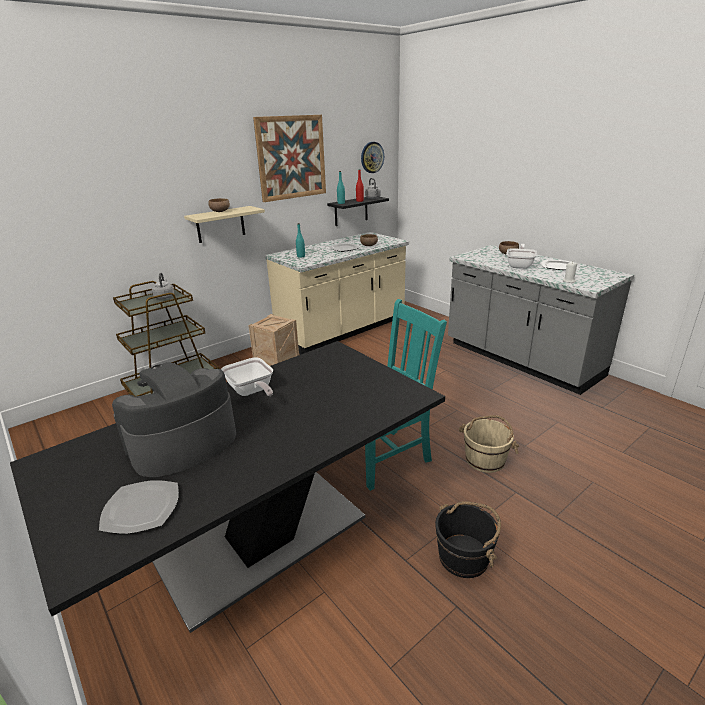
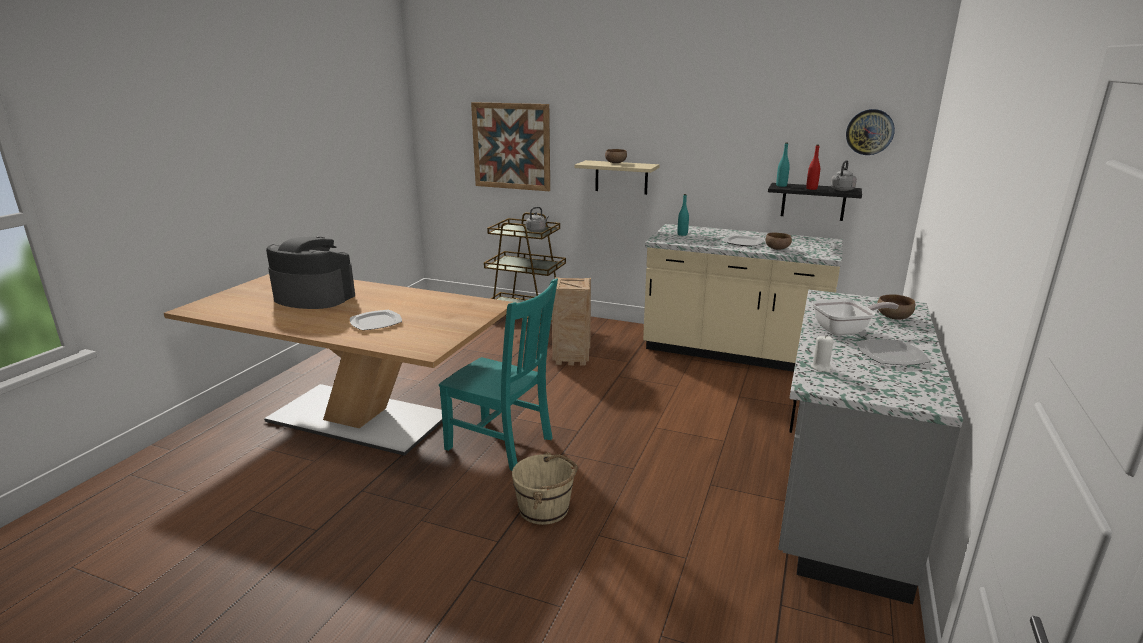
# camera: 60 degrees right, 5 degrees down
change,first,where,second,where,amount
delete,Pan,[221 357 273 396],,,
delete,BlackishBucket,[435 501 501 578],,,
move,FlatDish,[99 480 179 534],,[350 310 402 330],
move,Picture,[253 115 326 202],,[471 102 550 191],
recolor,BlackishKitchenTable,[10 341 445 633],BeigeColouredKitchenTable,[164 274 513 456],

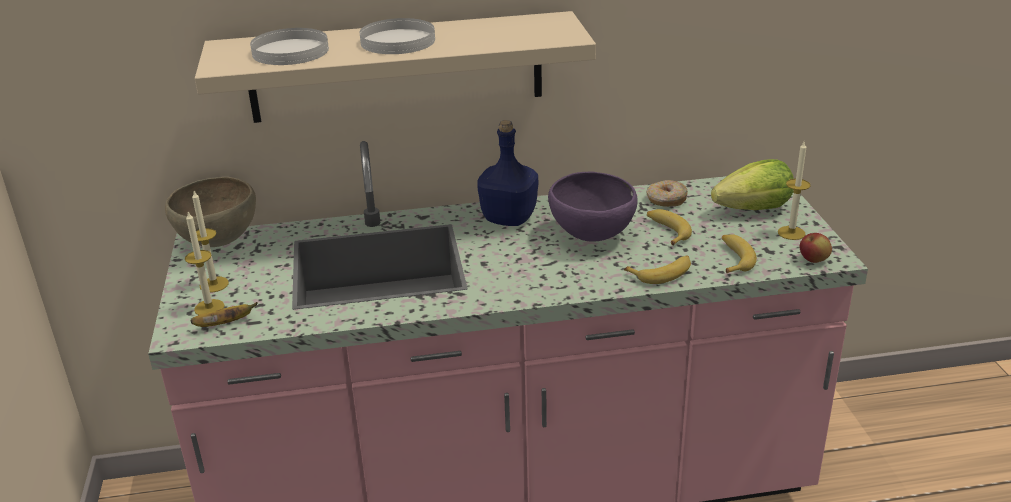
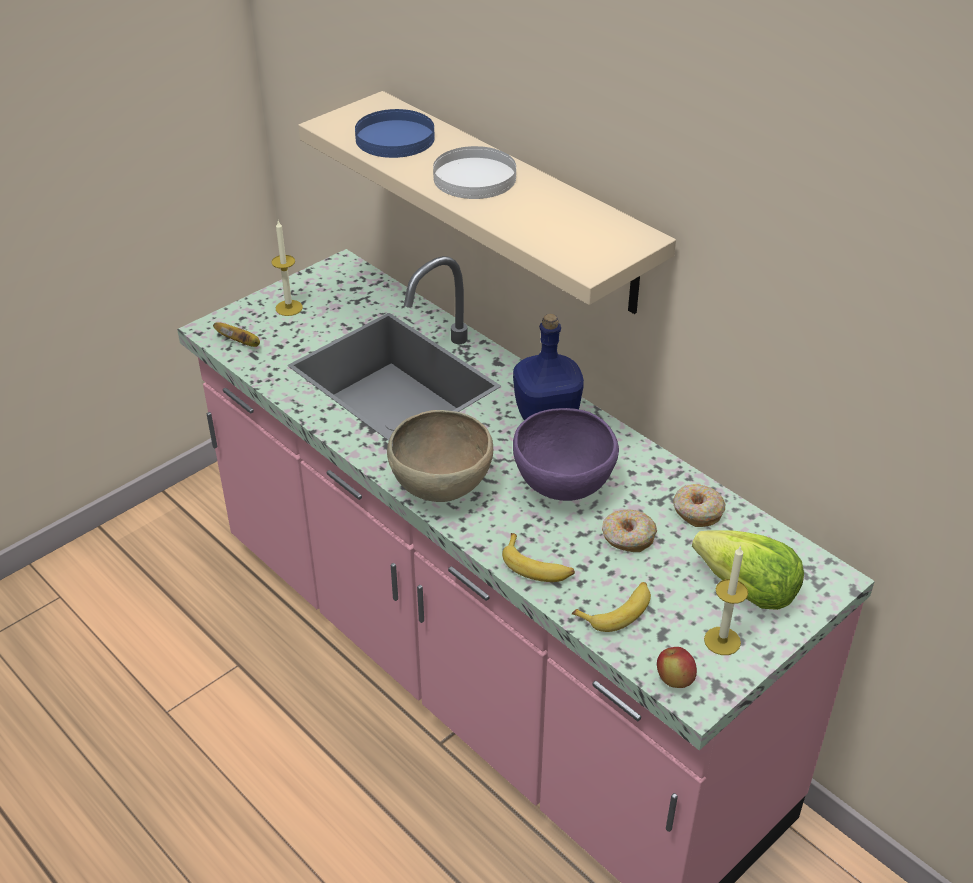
# camera: 55 degrees right, 10 degrees up
change,first,where,second,where,amount
delete,WaxCandle,[185 212 225 315],,,
move,BrownBowl,[165 177 256 247],,[387 410 493 502],
replace,WholeBanana,[647 209 692 246],Donut,[602 509 657 552],
recolor,WhiteFlatDish,[250 28 329 65],BlueFlatDish,[355 109 435 158],

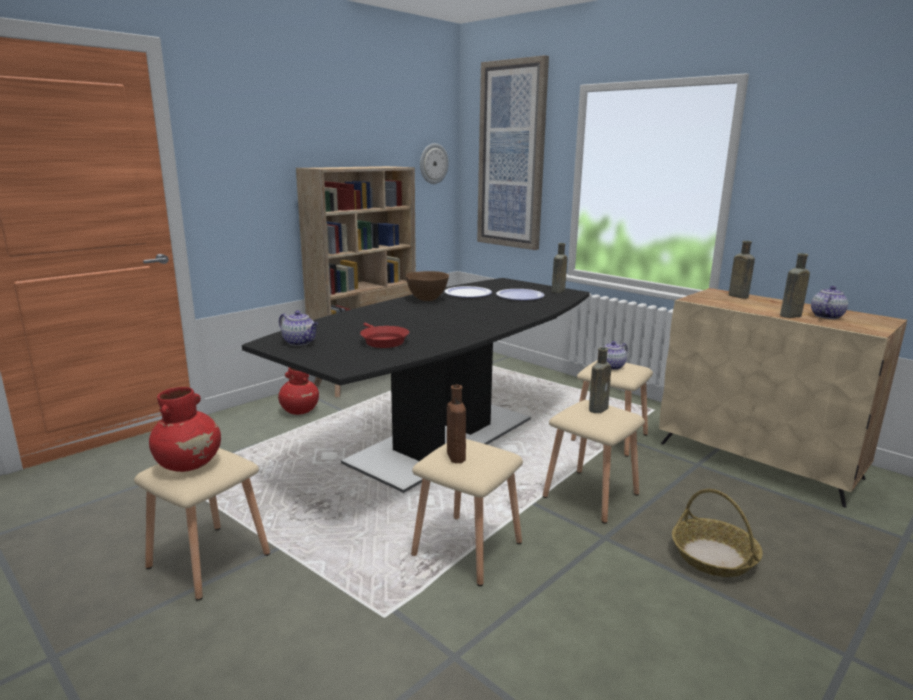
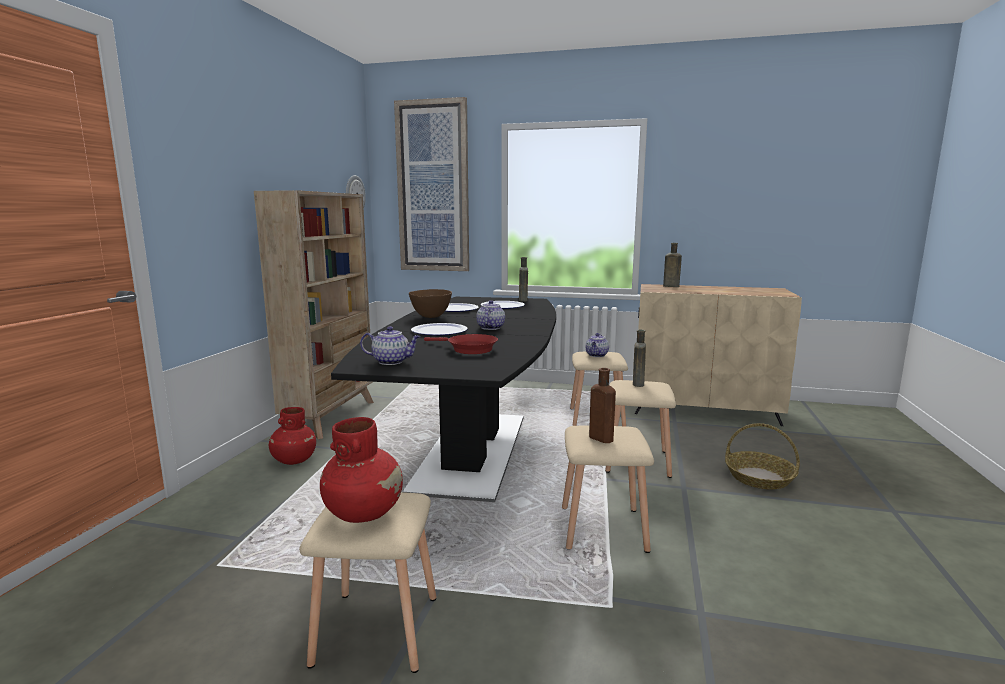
# camera: 30 degrees left, 5 degrees down
change,first,where,second,where,amount
delete,BrownBottle,[780 253 810 318],,,
insert,,,FlatDish,[411 323 467 336],
move,TeaPot,[811 286 848 319],,[476 300 505 330],

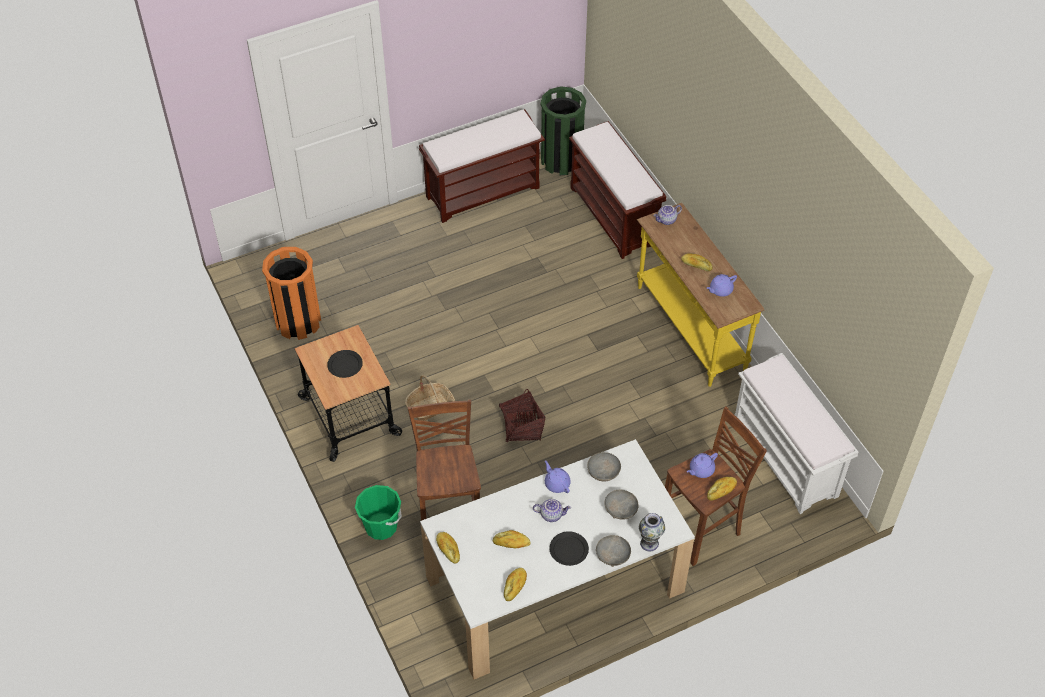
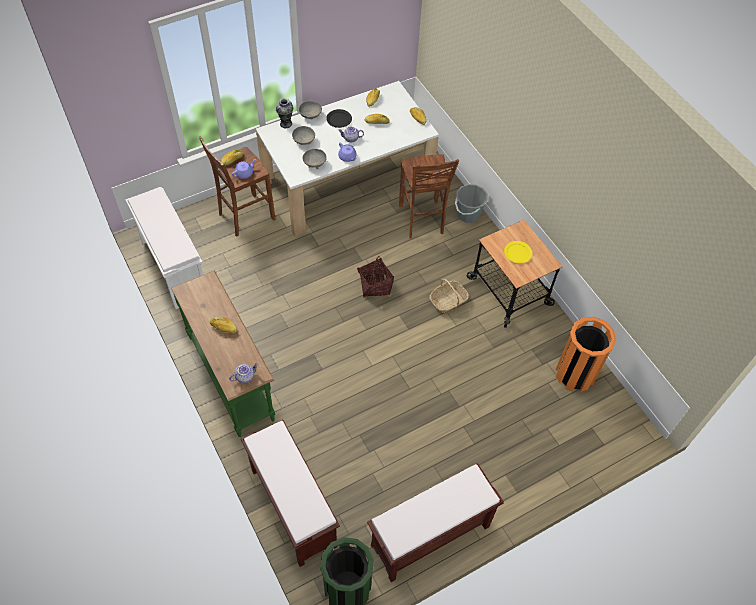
# camera: 175 degrees right, 5 degrees up
change,first,where,second,where,amount
delete,PurpleTeaPot,[706 274 737 297],,,
recolor,BlackishFlatDish,[327 350 363 378],YellowColouredFlatDish,[504 241 532 263],
recolor,GreenishBucket,[355 485 402 540],GreyishBucket,[455 184 488 223],
recolor,YellowColouredConsoleTable,[637 203 764 387],GreenishConsoleTable,[171 270 275 437],

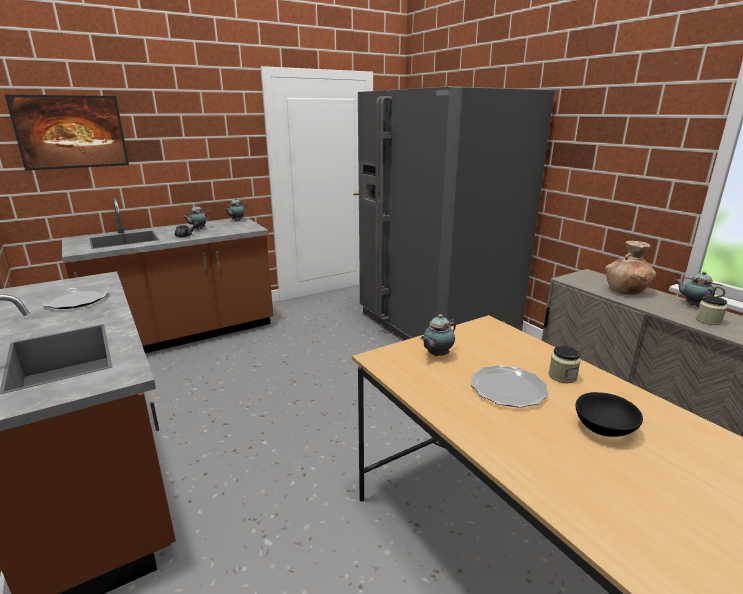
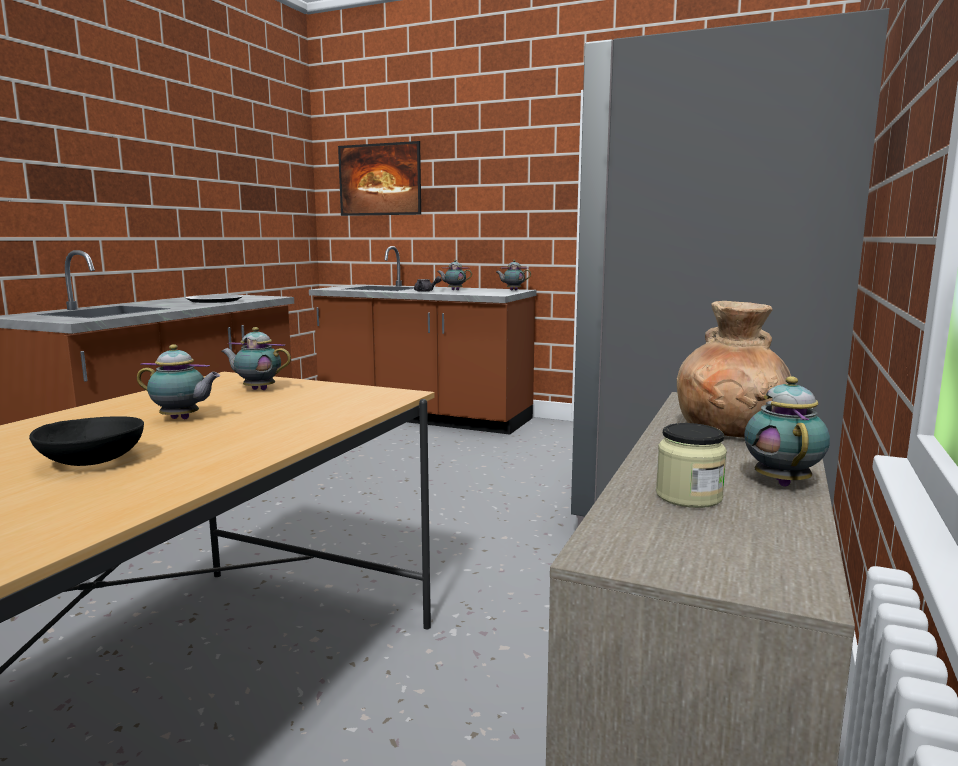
# camera: 55 degrees right, 10 degrees down
change,first,where,second,where,amount
delete,StorageJar,[548 346 581 383],,,
replace,FlatDish,[471 365 549 408],TeaPot,[137 344 220 419],

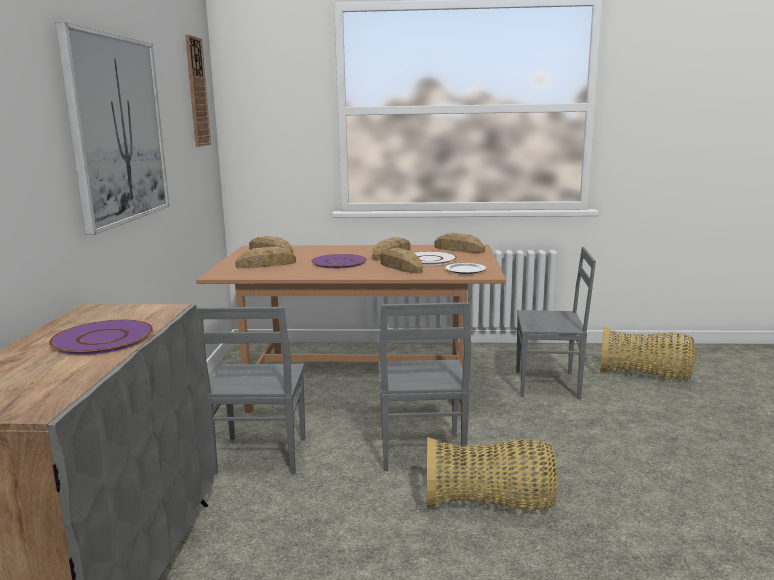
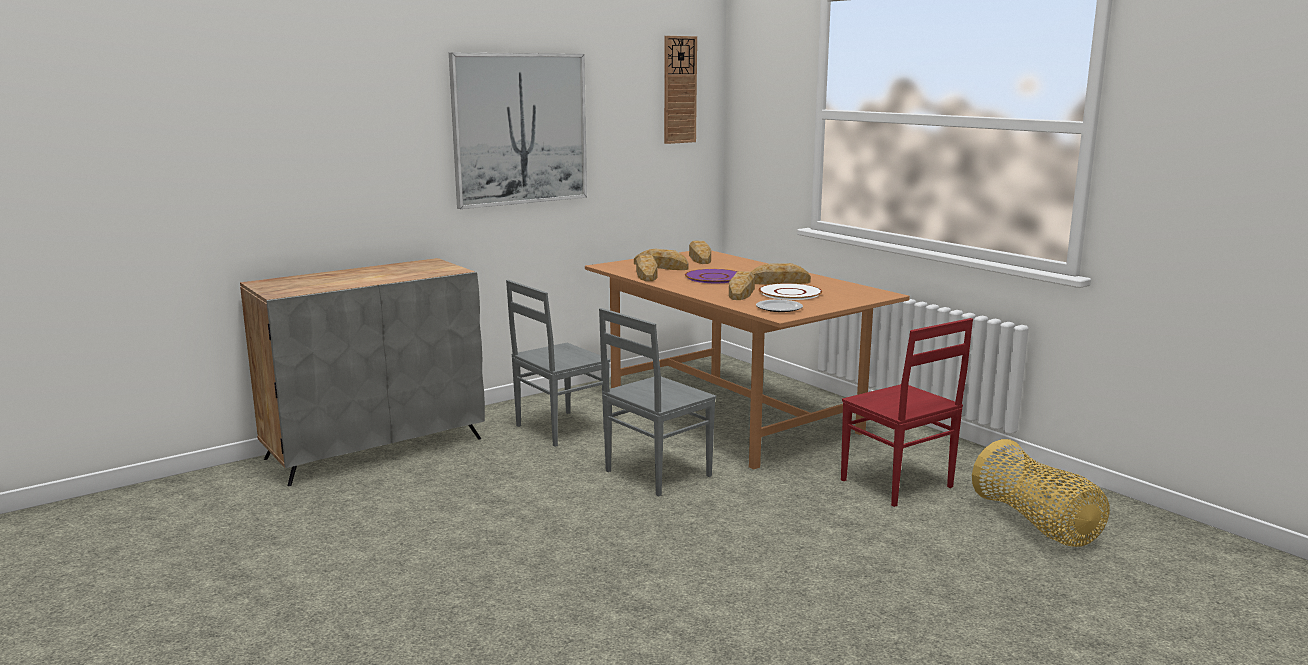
# camera: 50 degrees right, 0 degrees up
change,first,where,second,where,amount
delete,PurpleFlatDish,[49 320 153 355],,,
delete,StorageBasket,[427 437 557 511],,,
move,BakeryBread,[435 233 485 253],,[636 255 657 281],
recolor,GreyishChair,[516 247 596 399],RedColouredChair,[841 318 973 507],

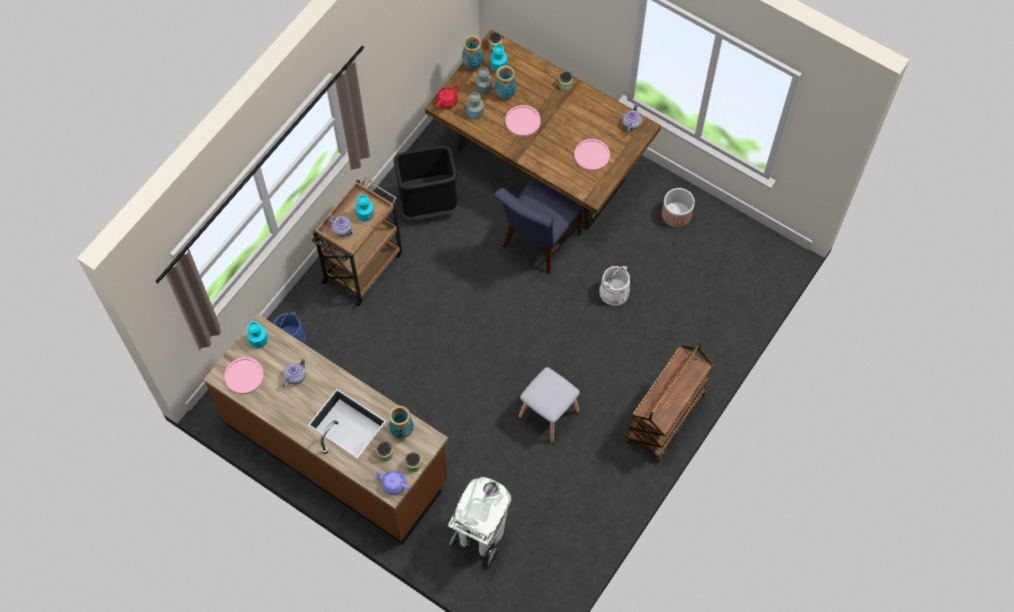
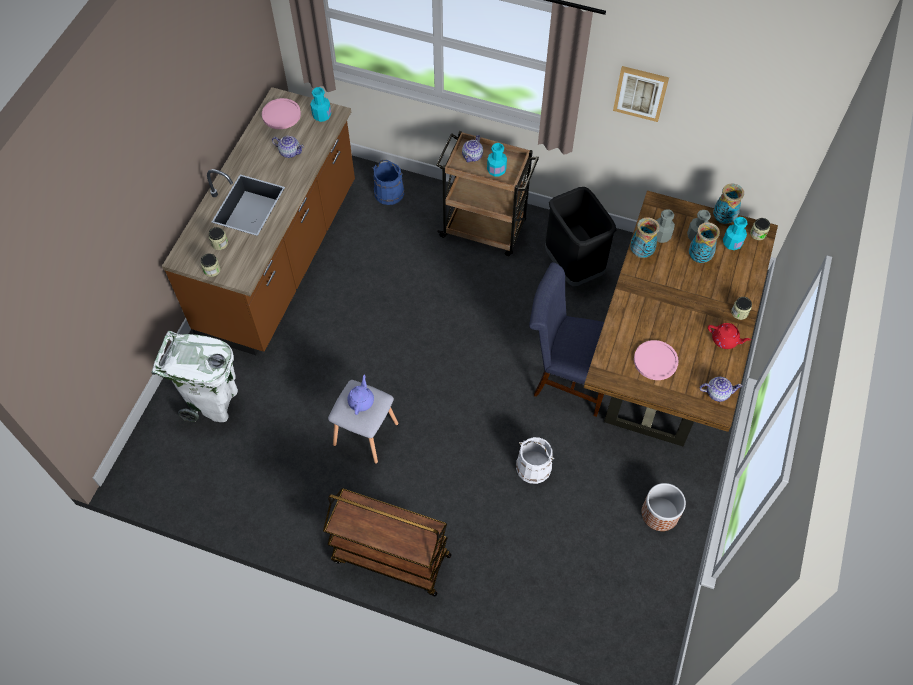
# camera: 75 degrees right, 5 degrees down
change,first,where,second,where,amount
delete,PinkColouredFlatDish,[505 105 541 137],,,
insert,,,Picture,[613 66 669 122],
move,PurpleTeaPot,[374 471 410 495],,[347 374 374 415],
move,FlowerVase,[389 406 414 439],,[630 218 660 258],
move,RedColouredTeaPot,[435 82 459 109],,[708 323 751 349],

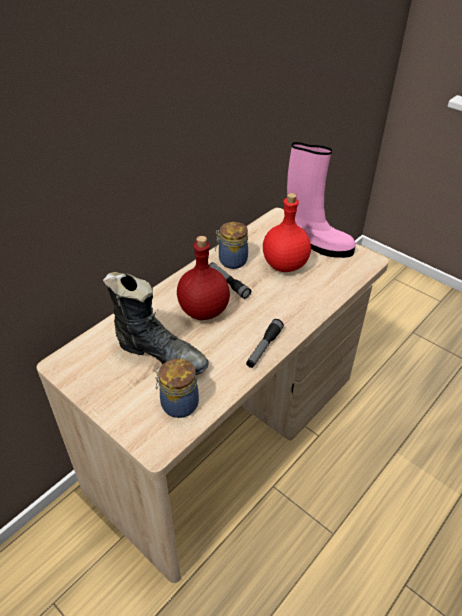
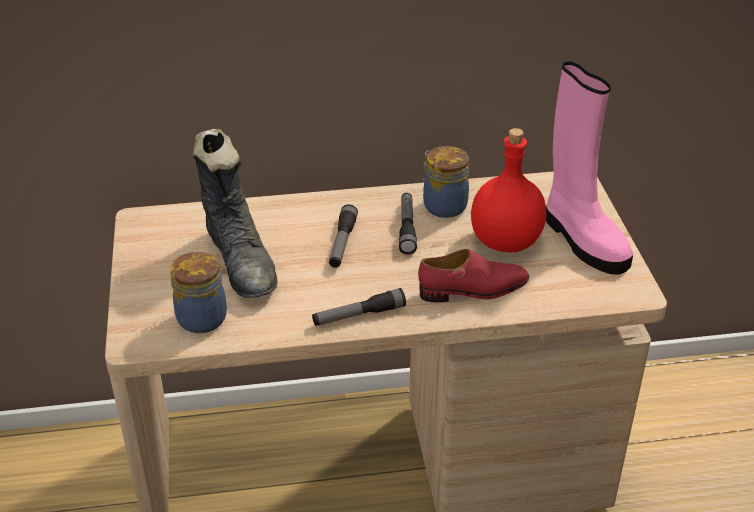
# camera: 40 degrees right, 5 degrees down
change,first,where,second,where,amount
insert,,,RedColouredShoe,[418 249 529 303],
replace,RedColouredBottle,[177 236 230 320],Flashlight,[329 204 358 268],

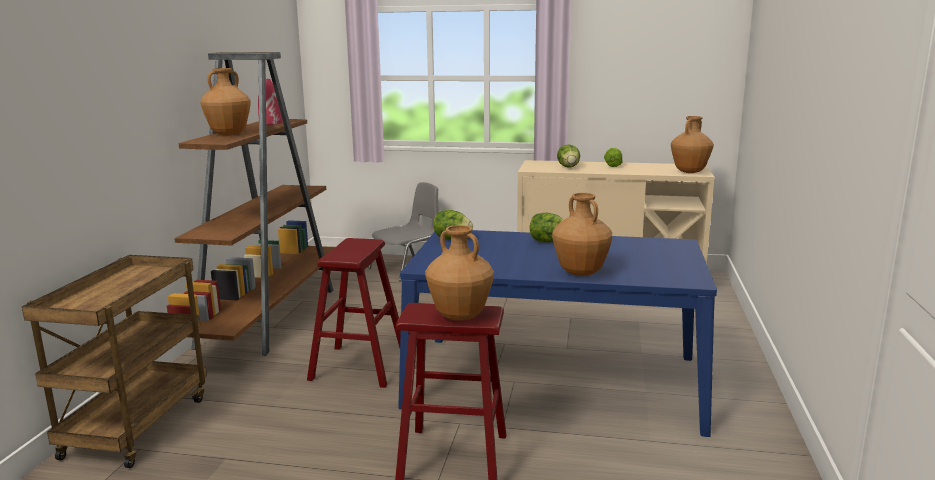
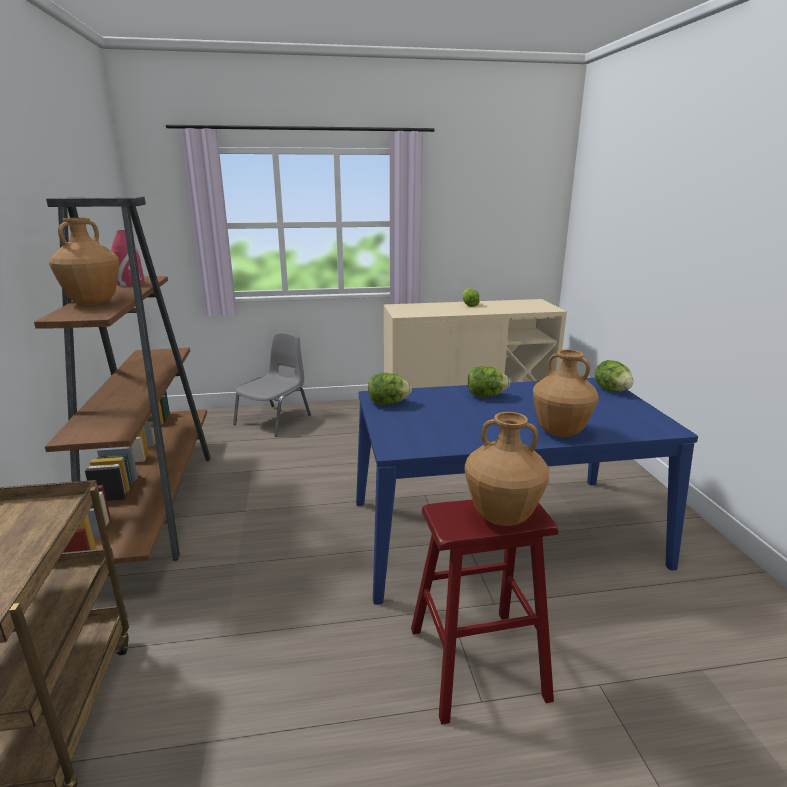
# camera: 20 degrees left, 5 degrees up
change,first,where,second,where,amount
delete,RedColouredStool,[307 238 401 388],,,
delete,BrownFlowerVase,[671 116 714 173],,,
move,LettuceHead,[557 144 580 168],,[595 360 634 392],

